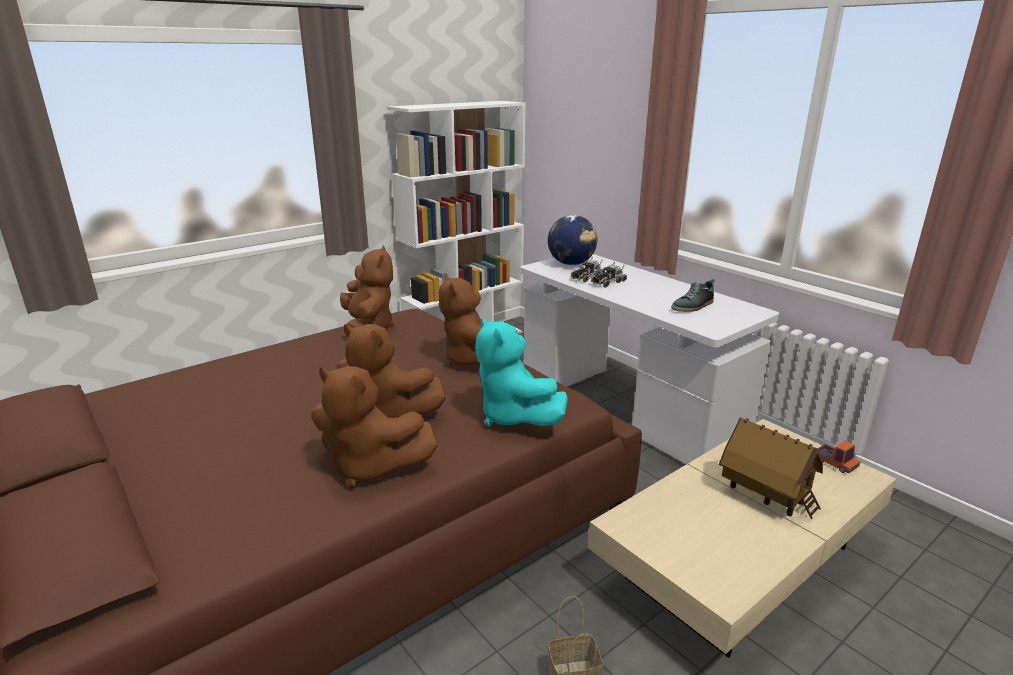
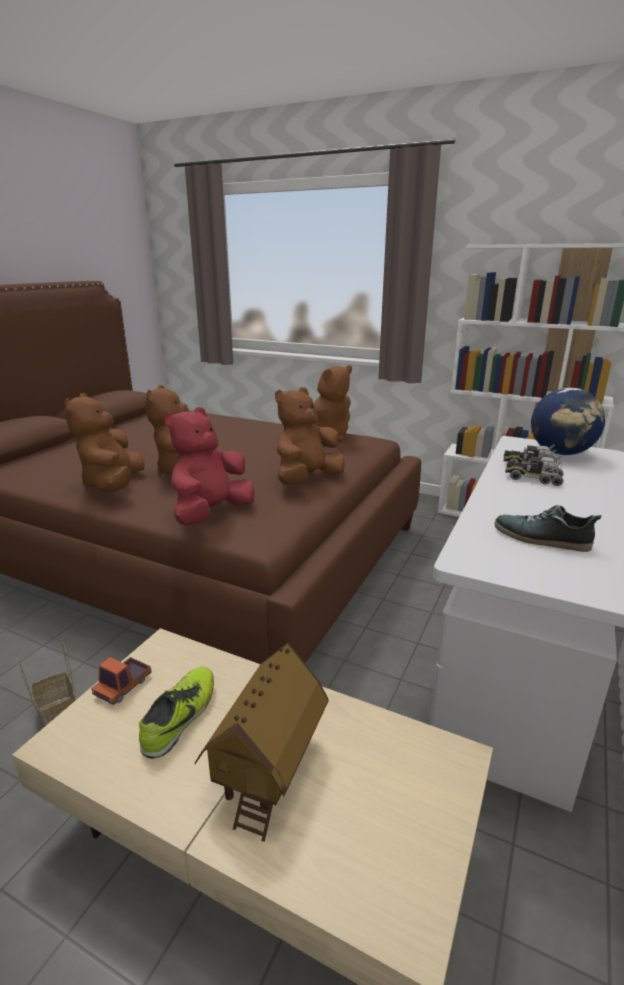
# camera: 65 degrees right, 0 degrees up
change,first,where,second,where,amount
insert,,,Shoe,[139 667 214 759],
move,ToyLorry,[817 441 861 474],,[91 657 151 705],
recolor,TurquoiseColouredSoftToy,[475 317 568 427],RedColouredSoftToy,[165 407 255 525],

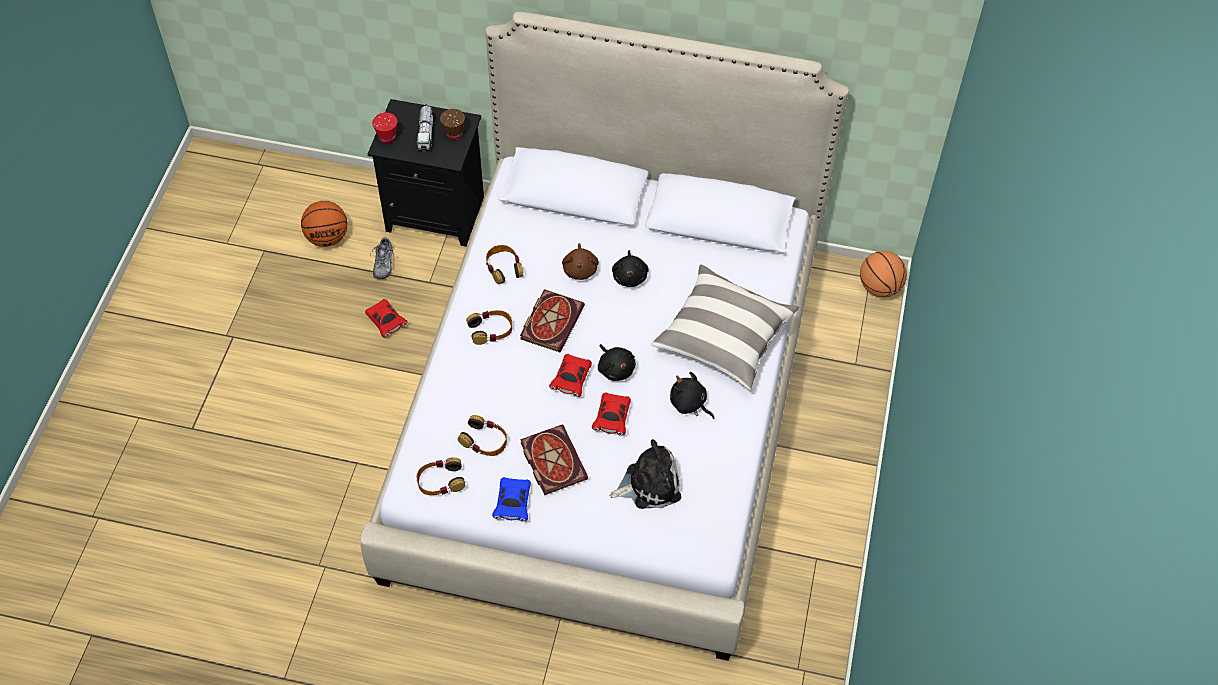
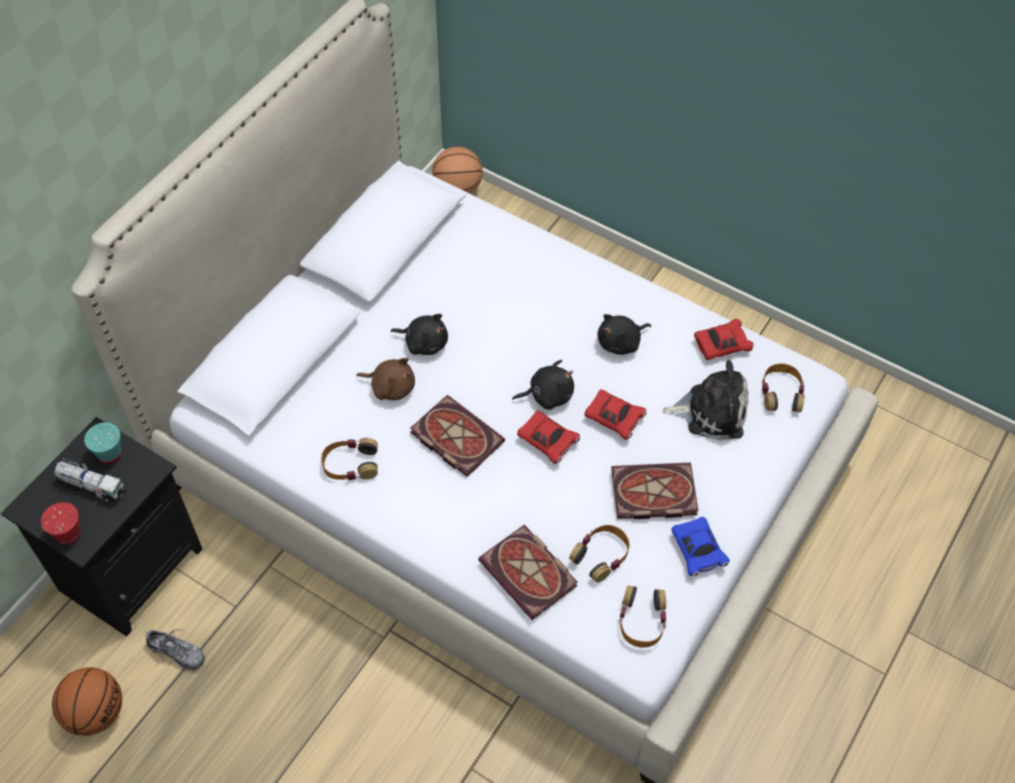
# camera: 70 degrees left, 0 degrees up
change,first,where,second,where,amount
delete,ThrowPillow,[651 264 799 390],,,
insert,,,BoundBook,[478 525 578 620],
move,RedColouredToyCar,[365 299 407 338],,[694 319 754 360],
move,Headset,[466 310 512 345],,[762 363 805 412],
recolor,BrownDrinkingCup,[440 109 465 140],TurquoiseColouredDrinkingCup,[84 422 122 464],
rotate,BlueToyCar,[492 477 531 522],,[672 517 730 576],45 degrees clockwise
rotate,SoftToy,[609 439 681 509],,[662 360 749 441],90 degrees clockwise

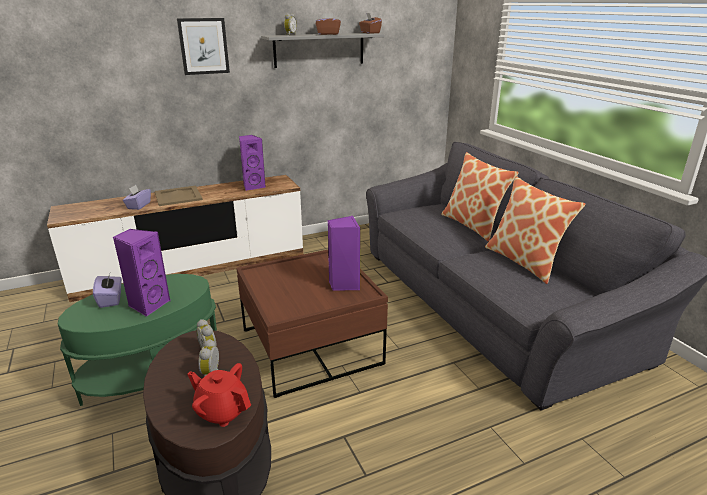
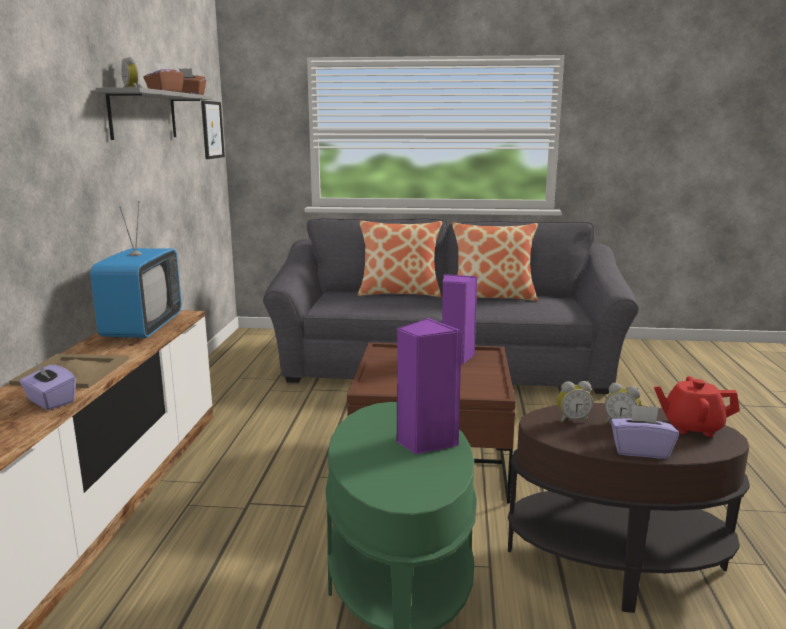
# camera: 60 degrees left, 10 degrees down
change,first,where,second,where,amount
move,PurpleTissueHolder,[93 271 122 308],,[611 404 679 459],
move,Picture,[177 18 230 75],,[201 101 225 159],
replace,PurpleLoudspeaker,[239 135 266 191],TvSet,[90 201 182 338],
rotate,RedColouredTeaPot,[187 363 251 427],,[654 376 740 437],45 degrees clockwise

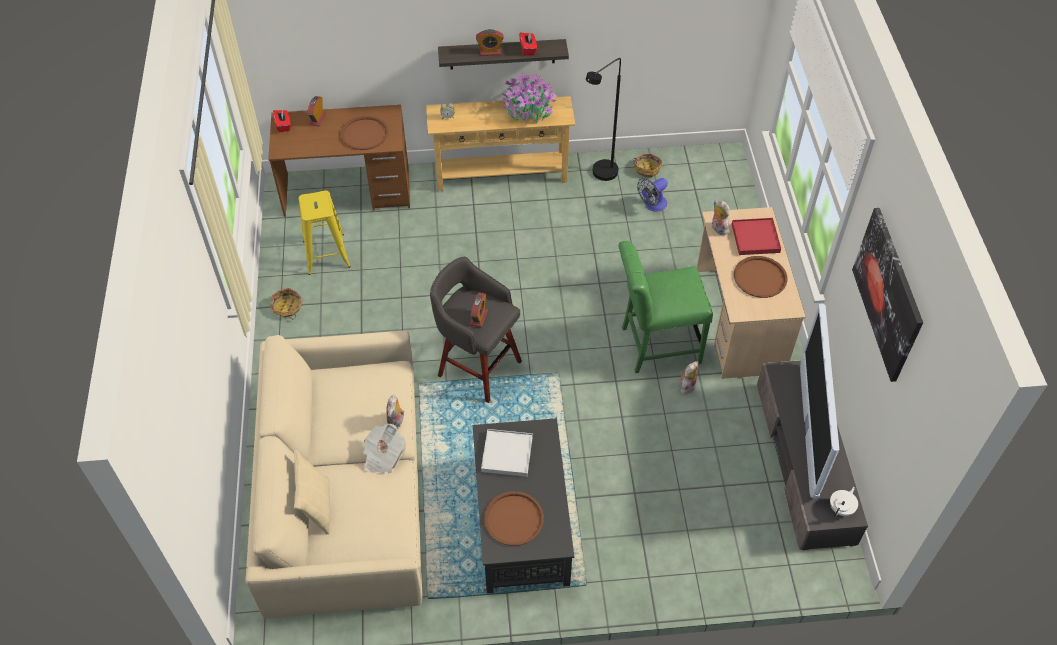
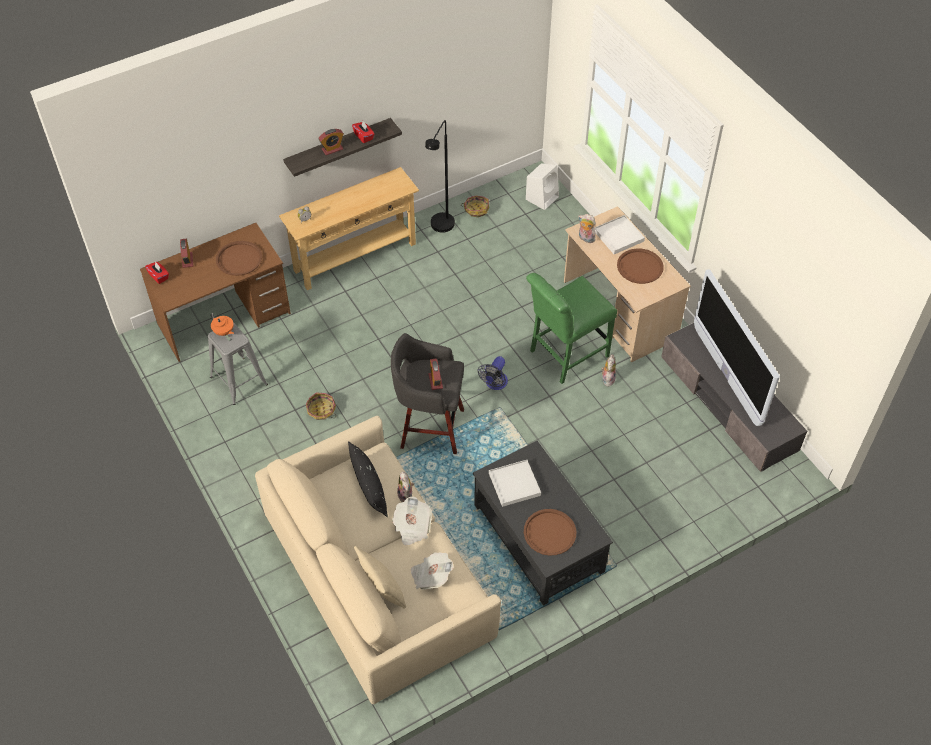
# camera: 25 degrees left, 0 degrees up
change,first,where,second,where,amount
delete,PottedPlant,[501 73 557 123],,,
delete,WhiteTeaPot,[830 487 858 517],,,
delete,Picture,[852 208 923 382],,,
insert,,,OrangeColouredTeaPot,[211 313 234 336],
insert,,,BlackishThrowPillow,[348 441 388 517],
insert,,,Newspaper,[411 552 453 590],
insert,,,WhiteLoudspeaker,[526 163 559 210],
move,StorageBasket,[270 288 302 319],,[306 392 336 420],
move,Fan,[637 178 668 212],,[478 356 508 390],
recolor,YellowColouredStool,[298 190 351 275],GreyishStool,[208 322 268 405],
recolor,RedColouredTray,[732 218 781 255],WhiteTray,[594 215 645 254],

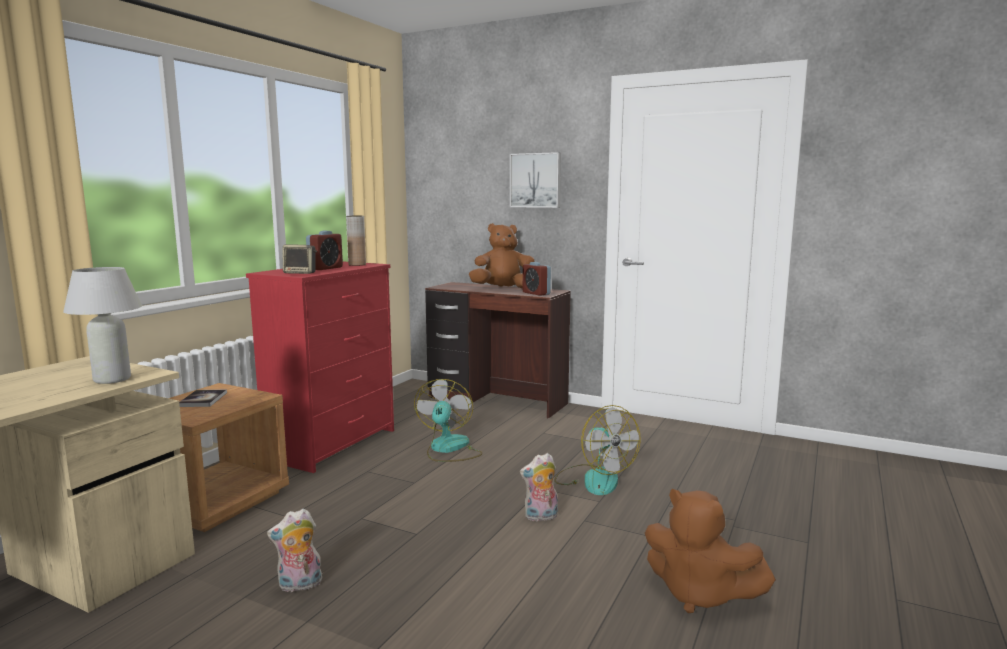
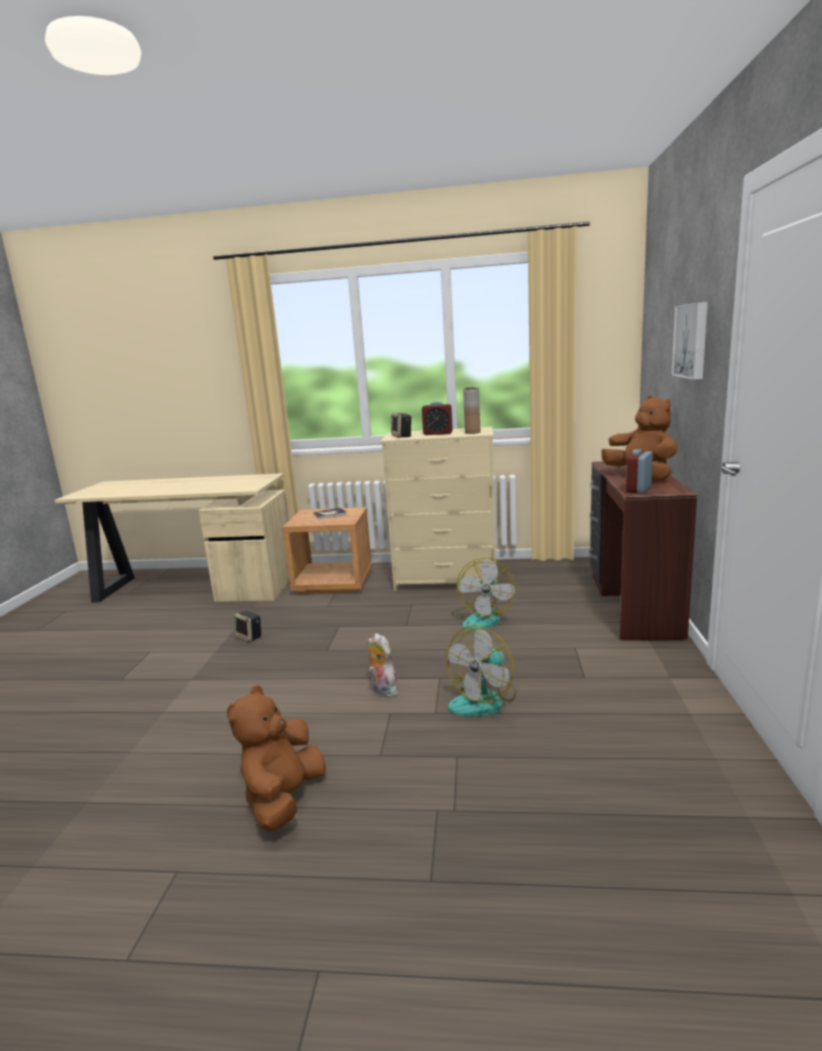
# camera: 70 degrees right, 5 degrees up
change,first,where,second,where,amount
delete,WhiteLampForATable,[63 267 142 384],,,
replace,SoftToy,[267 508 322 593],Loudspeaker,[234 611 261 642],
recolor,RedColouredDresser,[246 262 394 473],BeigeColouredDresser,[380 427 497 591],
rotate,Fan,[414 379 483 462],,[451 558 517 631],120 degrees clockwise

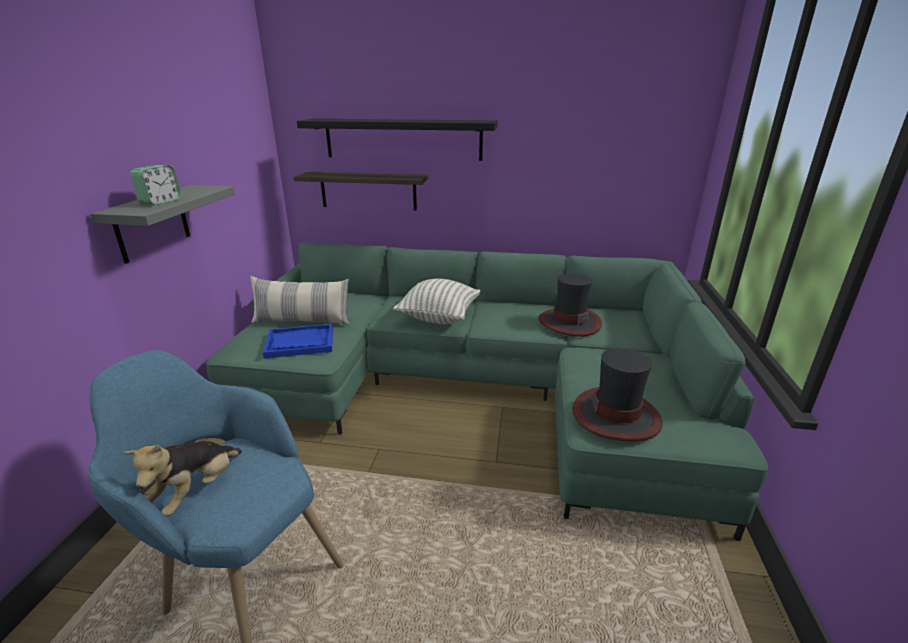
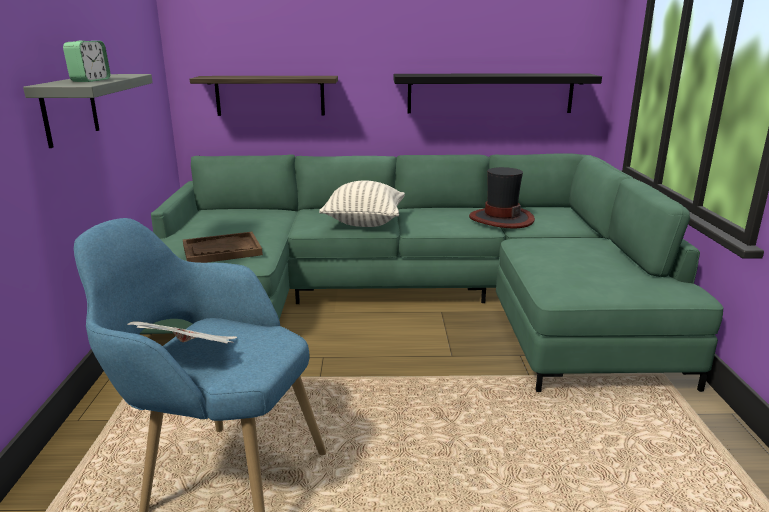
# camera: 10 degrees left, 5 degrees down
change,first,where,second,where,amount
delete,ThrowPillow,[251 276 349 325],,,
delete,WearableHat,[572 348 662 441],,,
move,BlackishBracketShelf,[297 119 498 161],,[394 73 602 113],
replace,SoftToy,[124 441 242 517],Newspaper,[127 321 237 344],
recolor,BlueTray,[263 324 333 359],BrownTray,[183 232 263 263],

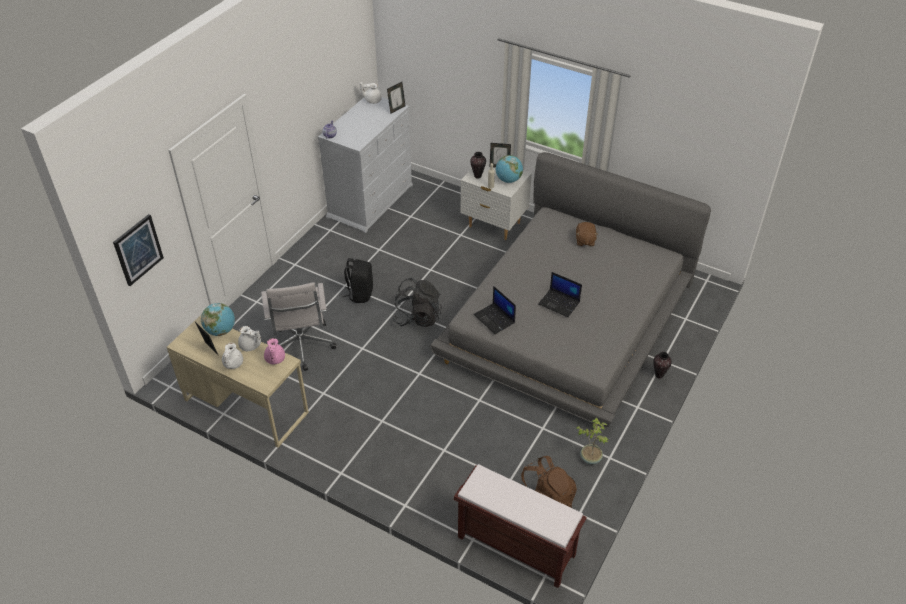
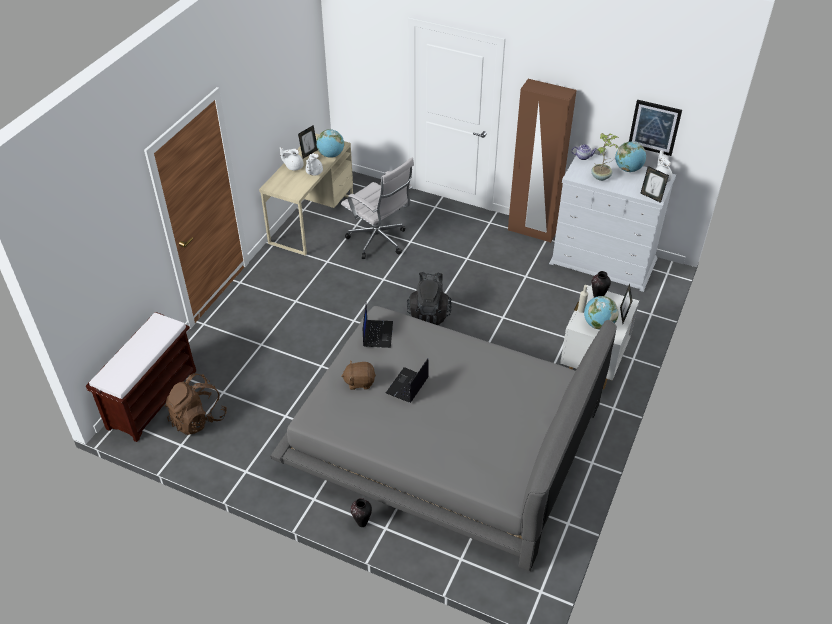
# camera: 85 degrees right, 0 degrees up
change,first,where,second,where,amount
delete,PinkColouredTeaPot,[264 338 285 364],,,
delete,BlackishKnapsack,[342 258 373 303],,,
insert,,,BrownClothesCupboard,[508 79 577 243],
insert,,,WorldGlobe,[615 142 646 172],
move,Picture,[113 214 164 286],,[629 100 682 156],
move,BrownSoftToy,[576 222 598 246],,[341 360 376 390],
move,PottedPlant,[576 418 608 465],,[591 133 619 181],
rotate,WhiteDeskChair,[261 282 337 371],,[341 158 414 259],120 degrees counterclockwise
rotate,Laptop,[473 286 516 334],,[363 302 393 348],135 degrees clockwise

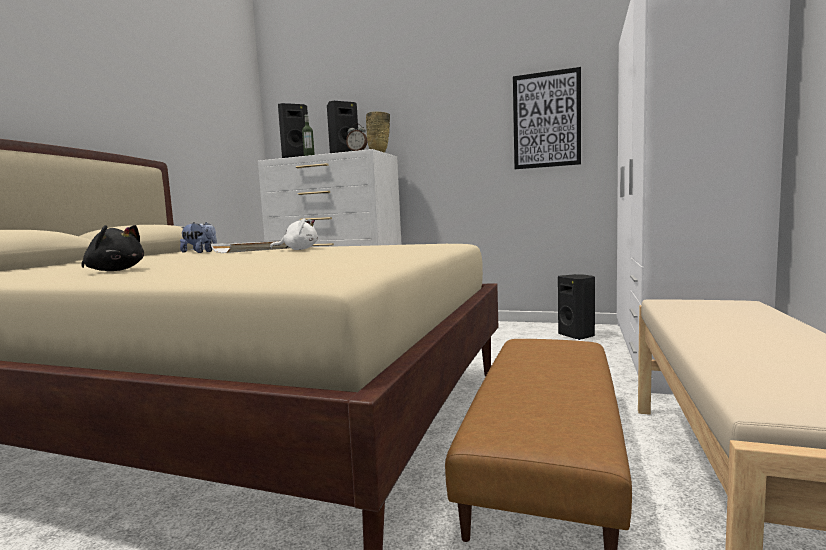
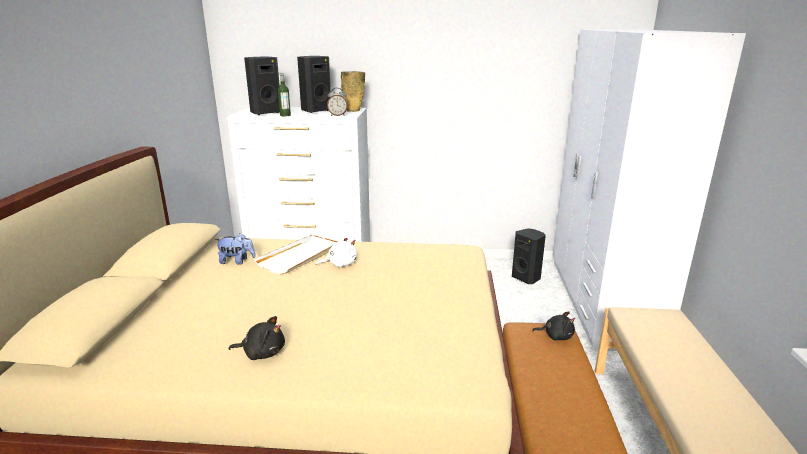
# camera: 15 degrees left, 15 degrees up
change,first,where,second,where,amount
delete,Picture,[513 67 581 169],,,
insert,,,BlackishSoftToy,[532 311 575 341],

